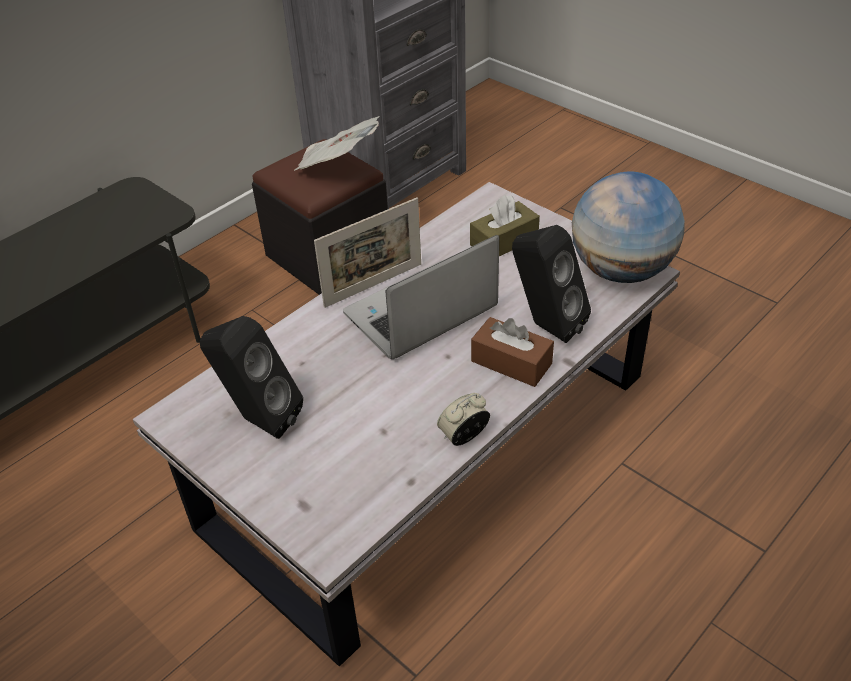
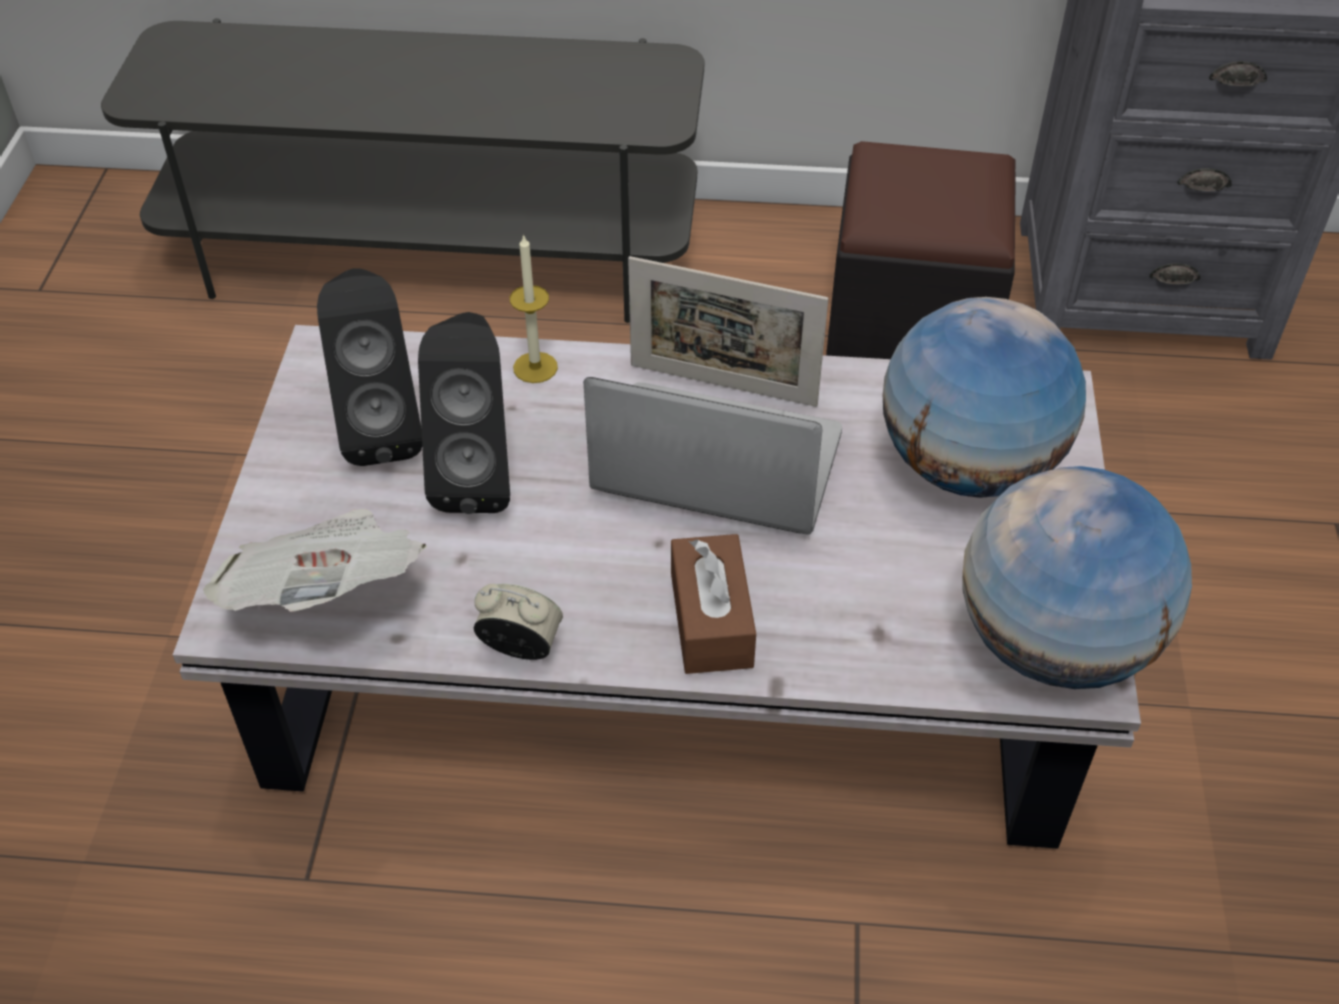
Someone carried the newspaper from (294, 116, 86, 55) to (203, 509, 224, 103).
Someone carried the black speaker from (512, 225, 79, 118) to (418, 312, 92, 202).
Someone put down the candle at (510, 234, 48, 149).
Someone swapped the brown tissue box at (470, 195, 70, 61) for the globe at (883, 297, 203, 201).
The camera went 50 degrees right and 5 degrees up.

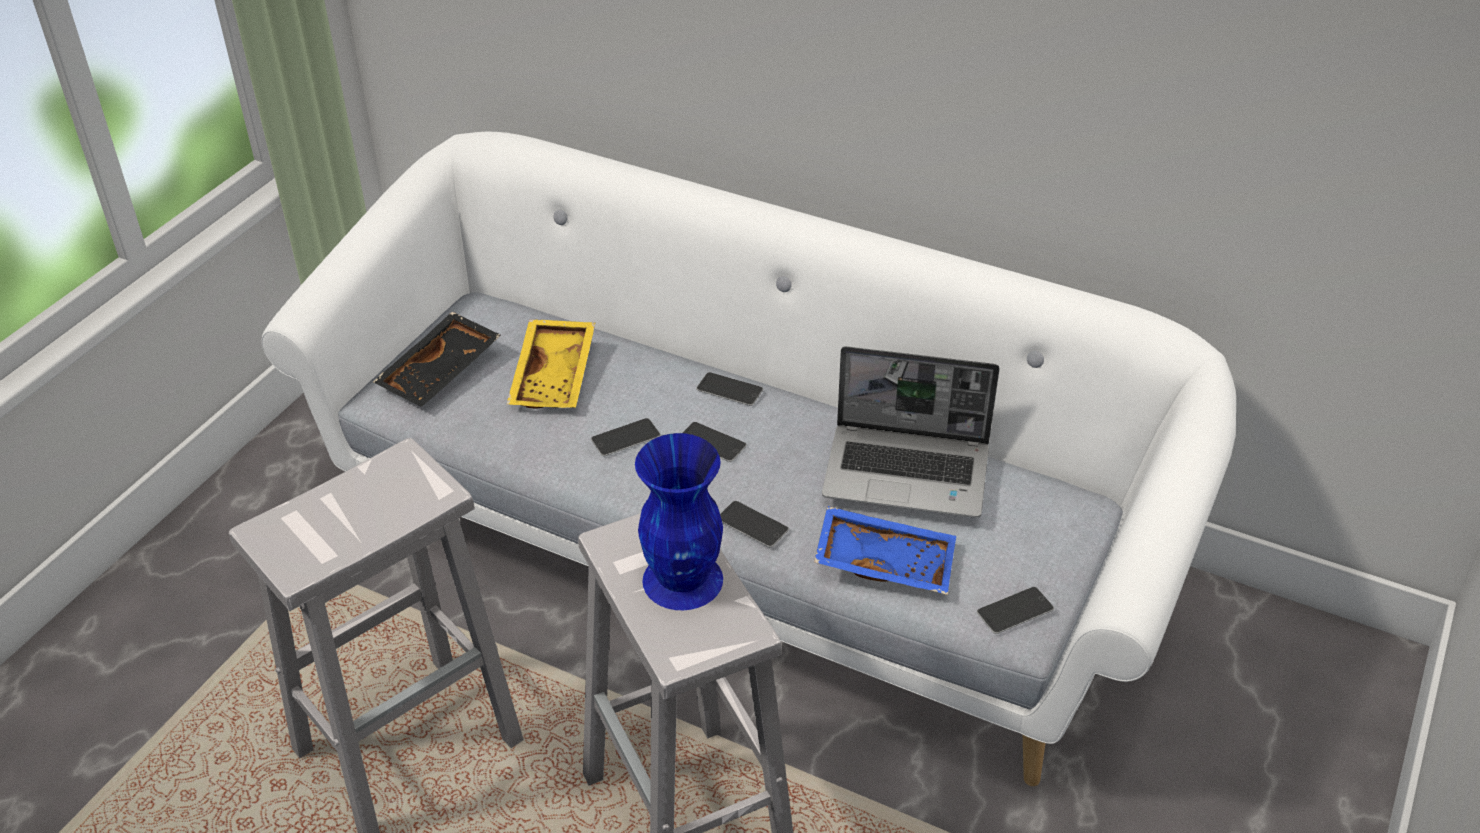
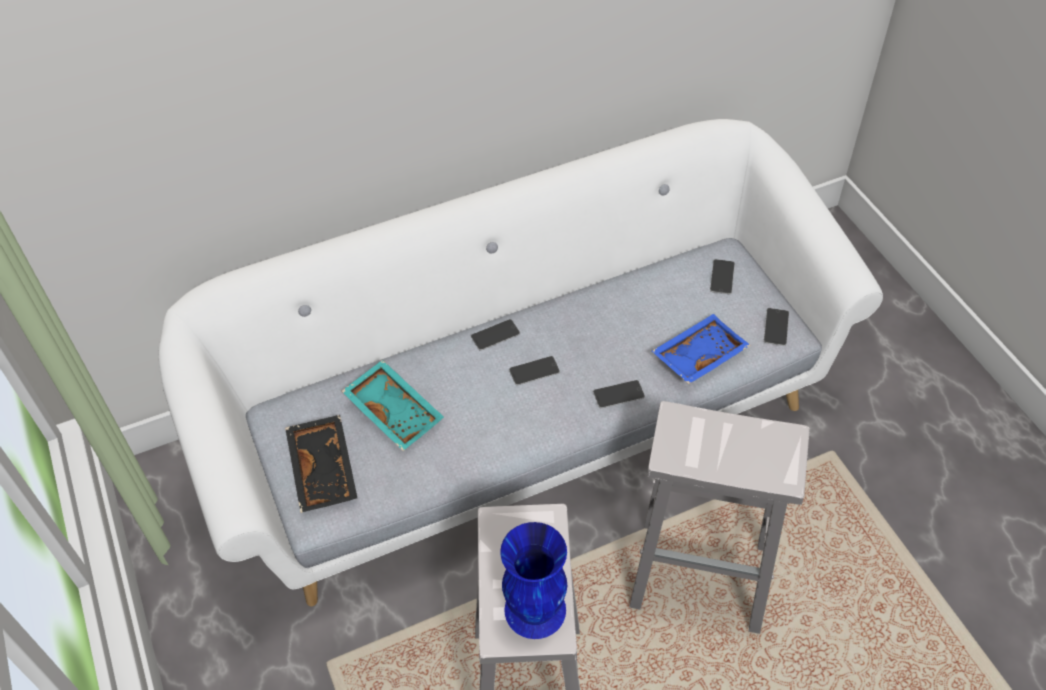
Someone repainted the yellow tray at (506, 319, 89, 90), which became the turquoise tray at (342, 360, 102, 91).
Someone carried the blue vase from (635, 433, 88, 177) to (500, 522, 67, 117).
Someone carried the phone from (591, 418, 70, 38) to (710, 259, 25, 35).
Someone took away the laptop at (822, 346, 178, 172).
The camera went 50 degrees left and 10 degrees up.

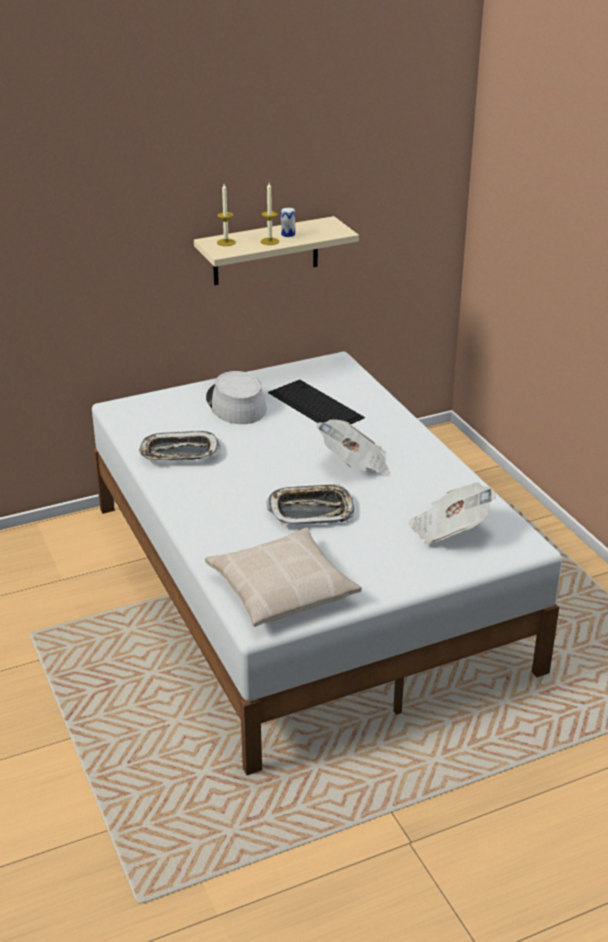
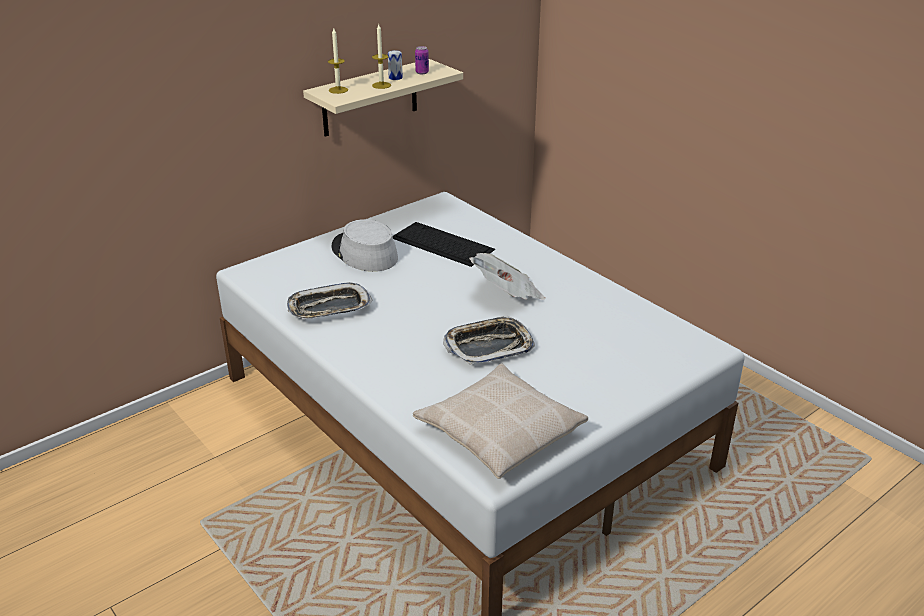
Someone put down the can at (415, 46, 14, 28).
Someone took away the newspaper at (409, 482, 87, 62).
The camera went 15 degrees left and 0 degrees up.

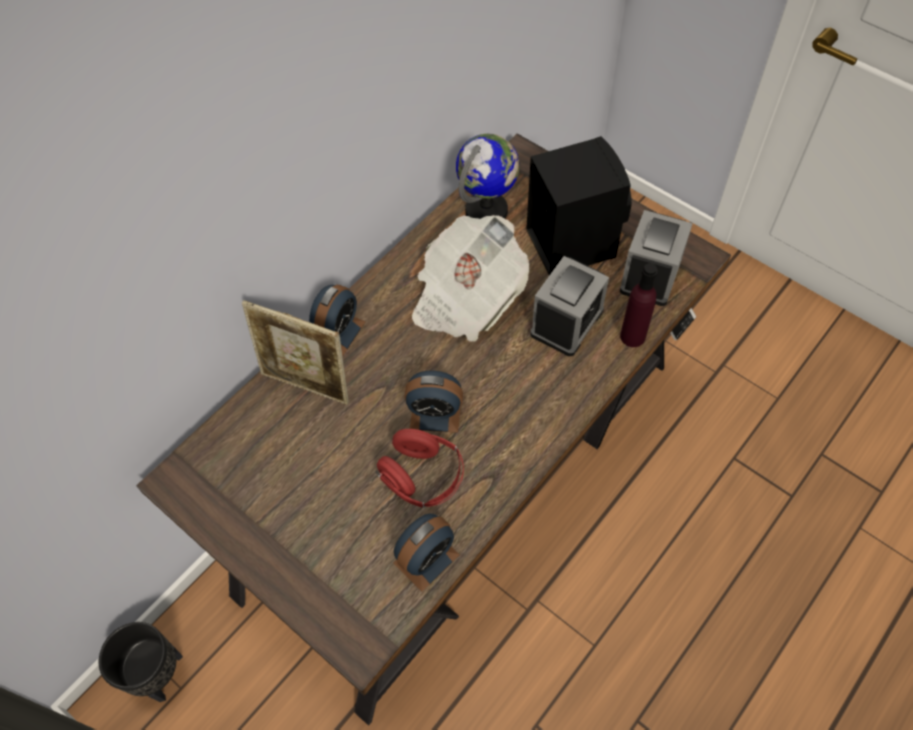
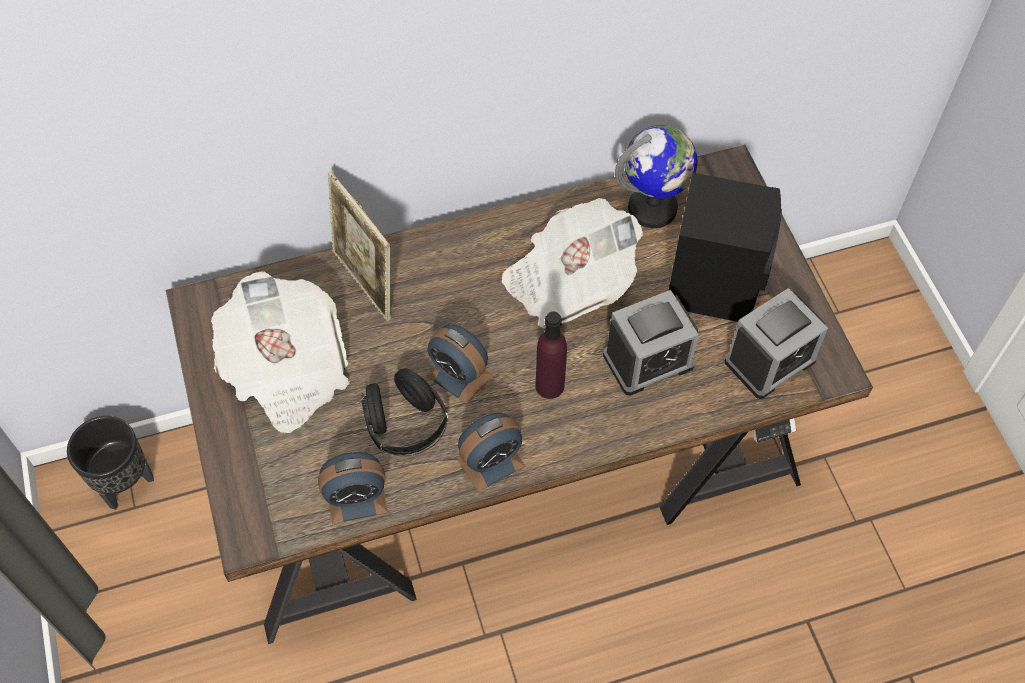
Someone put down the newspaper at (211, 271, 139, 162).
Someone repainted the red headphones at (375, 429, 89, 79), which became the black headphones at (362, 368, 86, 88).
Someone carried the alarm clock from (309, 285, 56, 72) to (456, 412, 69, 80).
Someone carried the purple bottle from (620, 263, 38, 84) to (535, 312, 32, 87).
The camera went 30 degrees right and 0 degrees up.

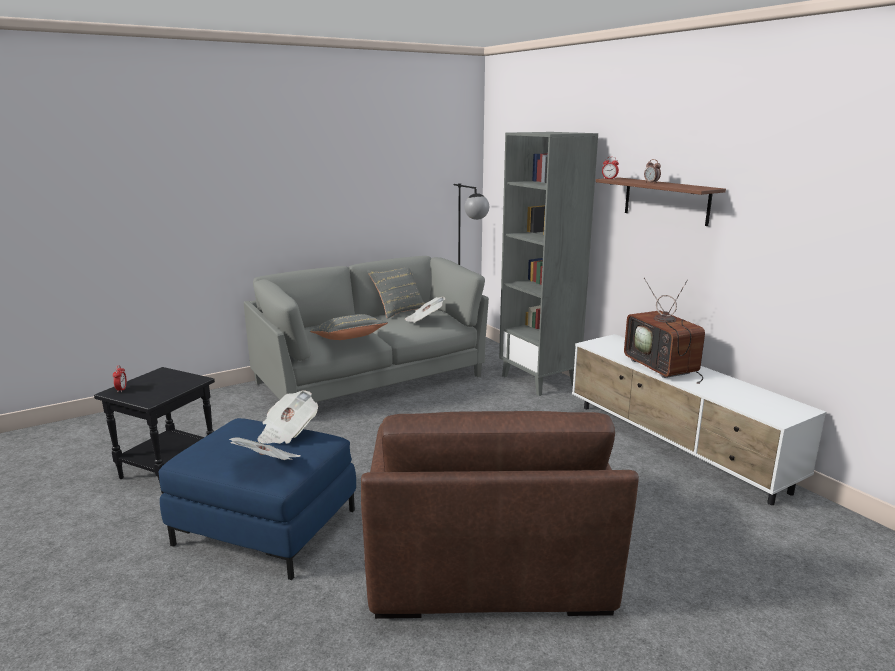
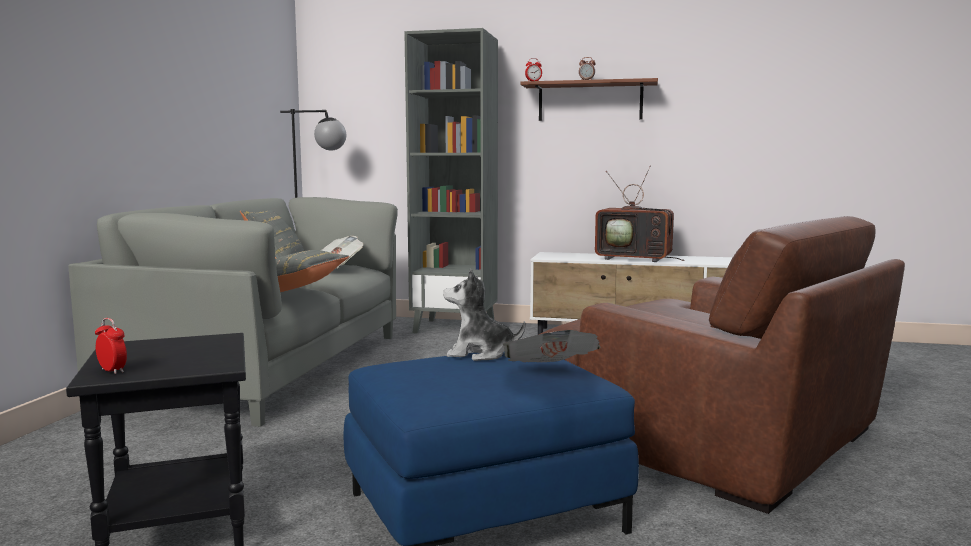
Someone swapped the newspaper at (257, 390, 61, 54) for the plush toy at (443, 269, 82, 92).
The camera went 45 degrees left and 10 degrees down.

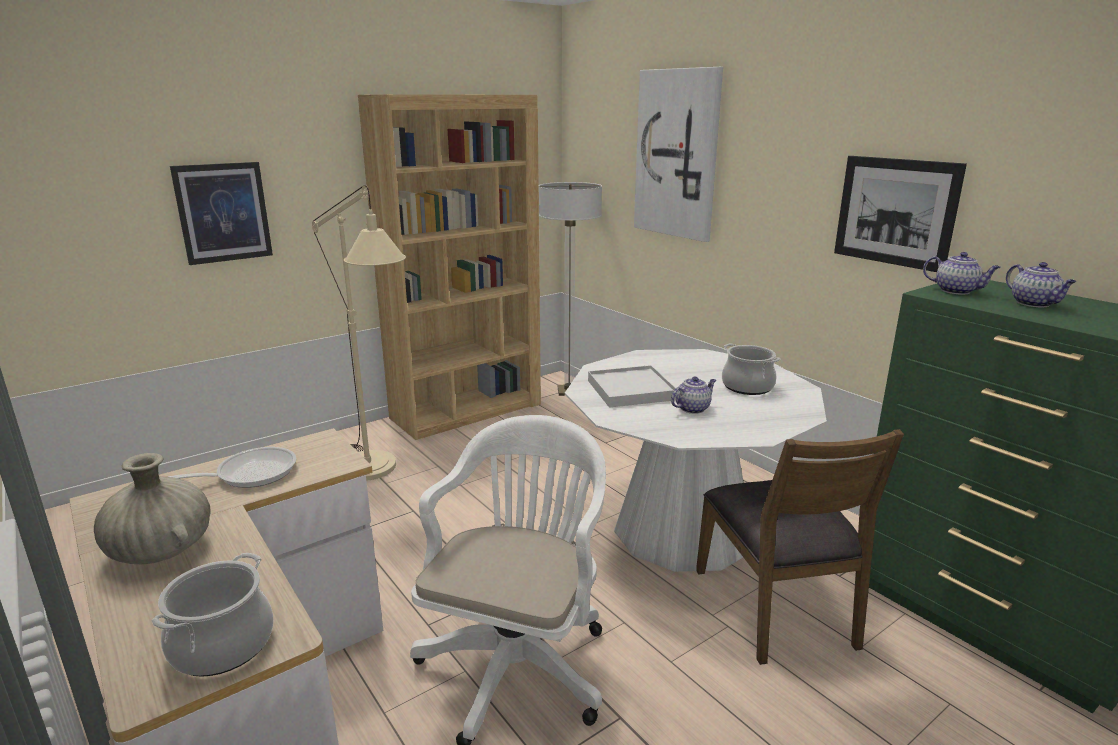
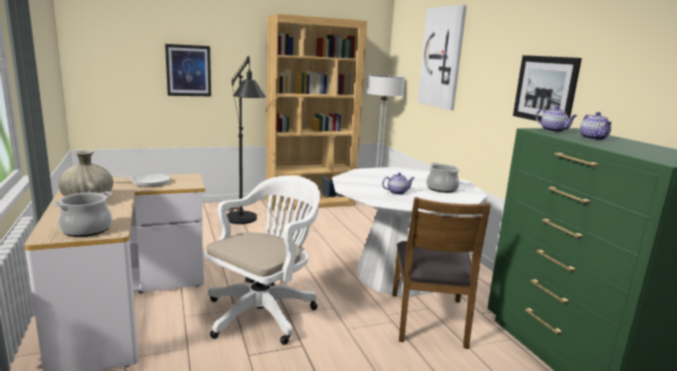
Someone repainted the beige floor lamp at (312, 185, 94, 296), which became the black floor lamp at (227, 56, 39, 168).
Someone took away the white tray at (588, 365, 88, 43).
The camera went 15 degrees right and 5 degrees down.

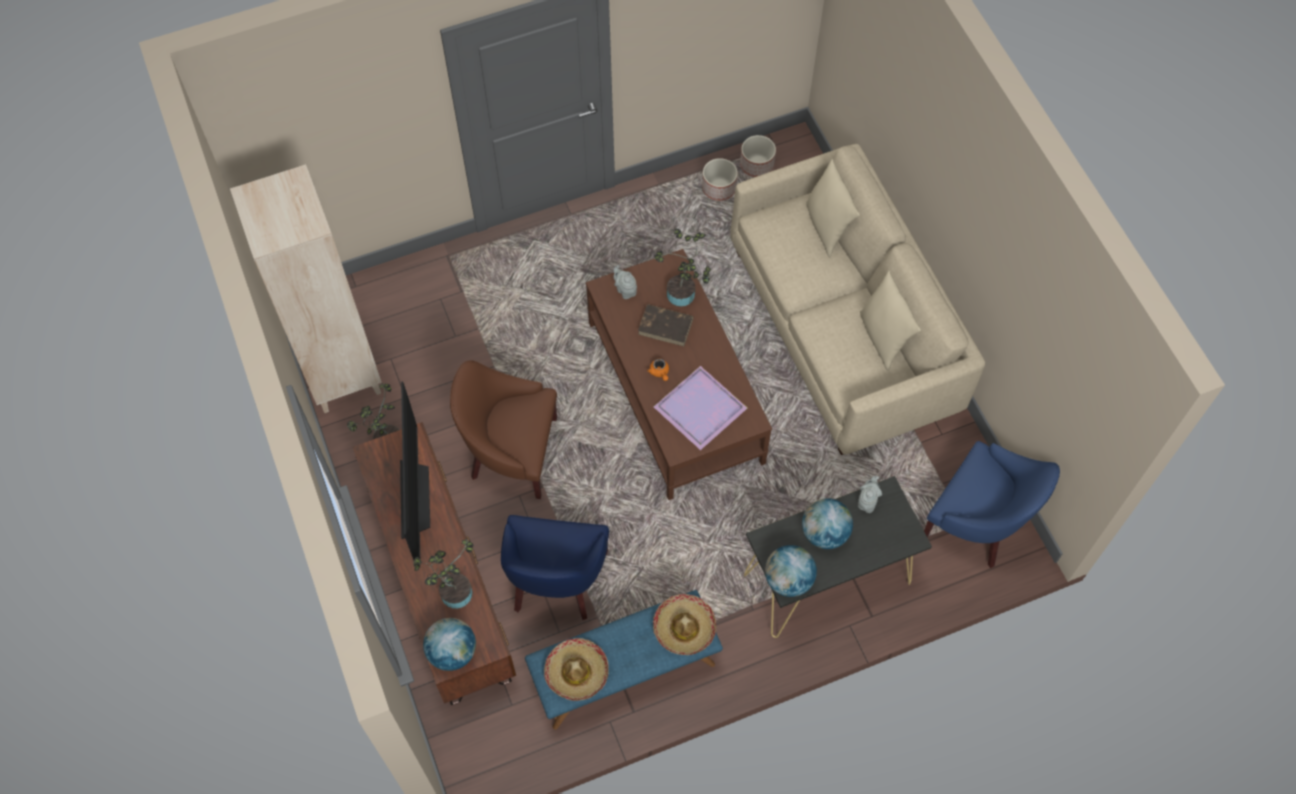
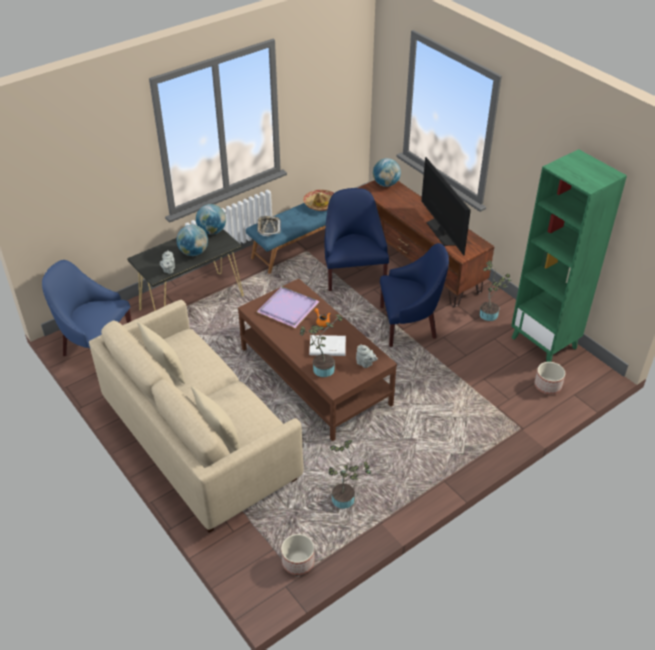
Someone swapped the hat at (653, 594, 63, 61) for the tray at (257, 216, 24, 20).
Someone repainted the brown book at (638, 304, 56, 42), which became the white book at (309, 335, 37, 21).
Someone carried the potted plant from (413, 539, 61, 70) to (329, 440, 42, 69).
Someone repainted the brown armchair at (450, 360, 107, 139), which became the blue armchair at (380, 243, 69, 104).
Someone repainted the beige bookcase at (230, 164, 152, 249), which became the green bookcase at (511, 149, 116, 213).
Someone carried the planter from (702, 158, 36, 43) to (535, 362, 30, 32).
The camera went 165 degrees right and 20 degrees down.

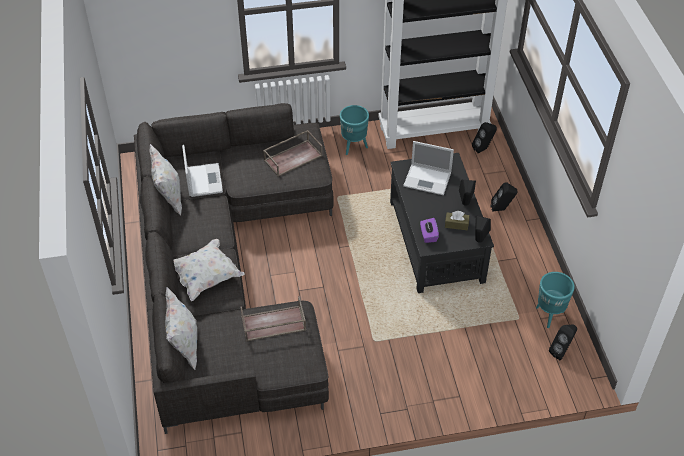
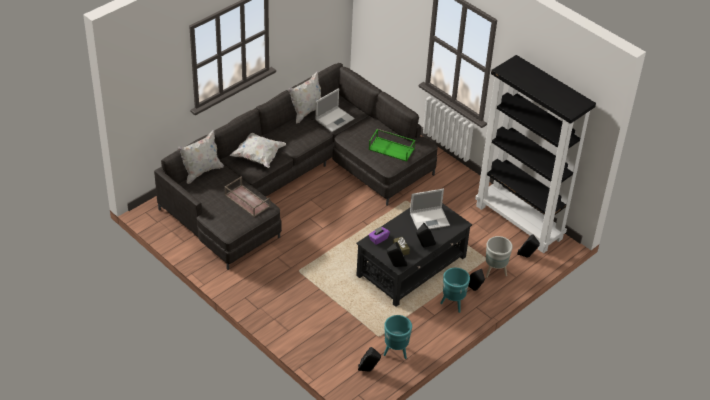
Someone repainted the brown tray at (263, 130, 60, 47), which became the green tray at (369, 129, 46, 33).
Someone rotated the laptop at (403, 141, 51, 54) by 90 degrees counterclockwise.
Someone carried the turquoise planter from (340, 105, 29, 50) to (440, 268, 30, 45).
Someone put down the grey planter at (486, 236, 27, 42).
The camera went 55 degrees right and 5 degrees down.

